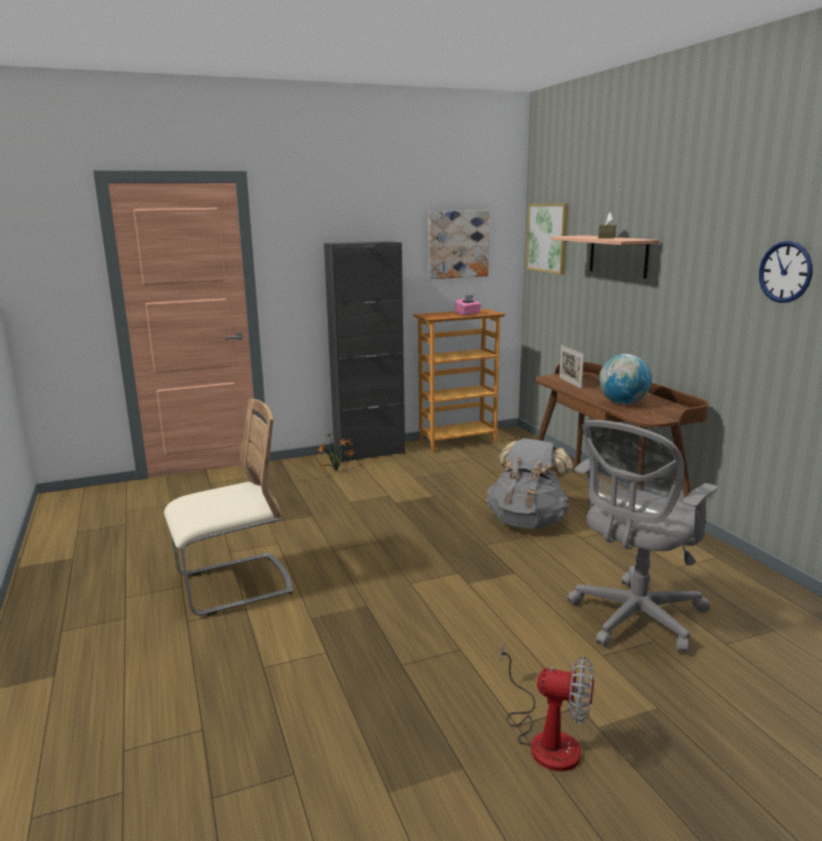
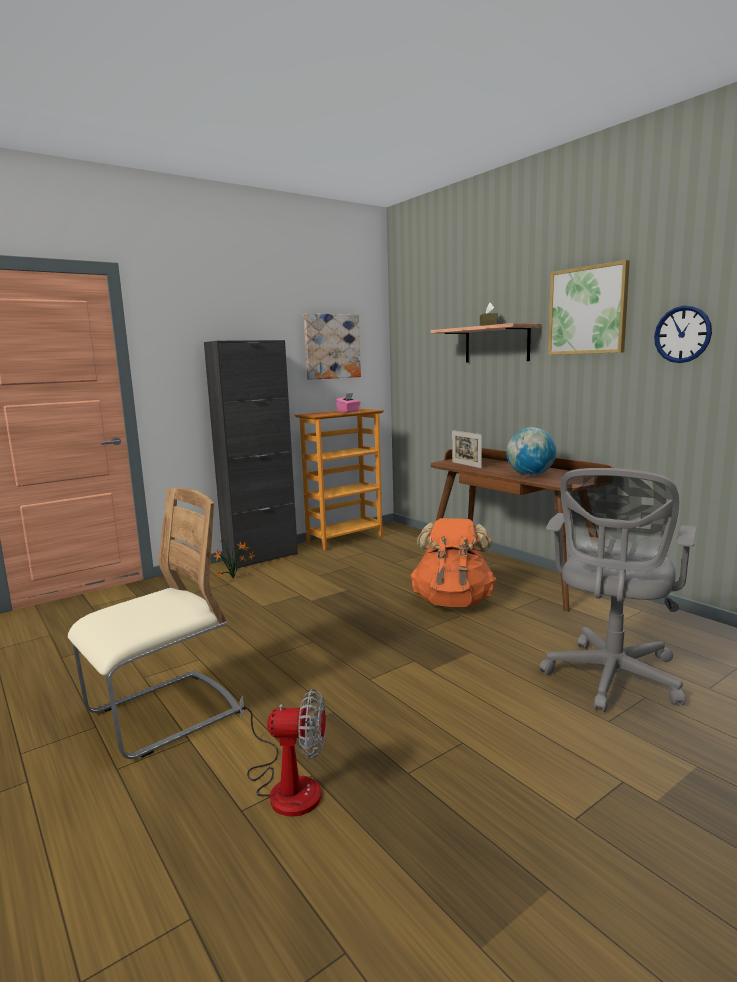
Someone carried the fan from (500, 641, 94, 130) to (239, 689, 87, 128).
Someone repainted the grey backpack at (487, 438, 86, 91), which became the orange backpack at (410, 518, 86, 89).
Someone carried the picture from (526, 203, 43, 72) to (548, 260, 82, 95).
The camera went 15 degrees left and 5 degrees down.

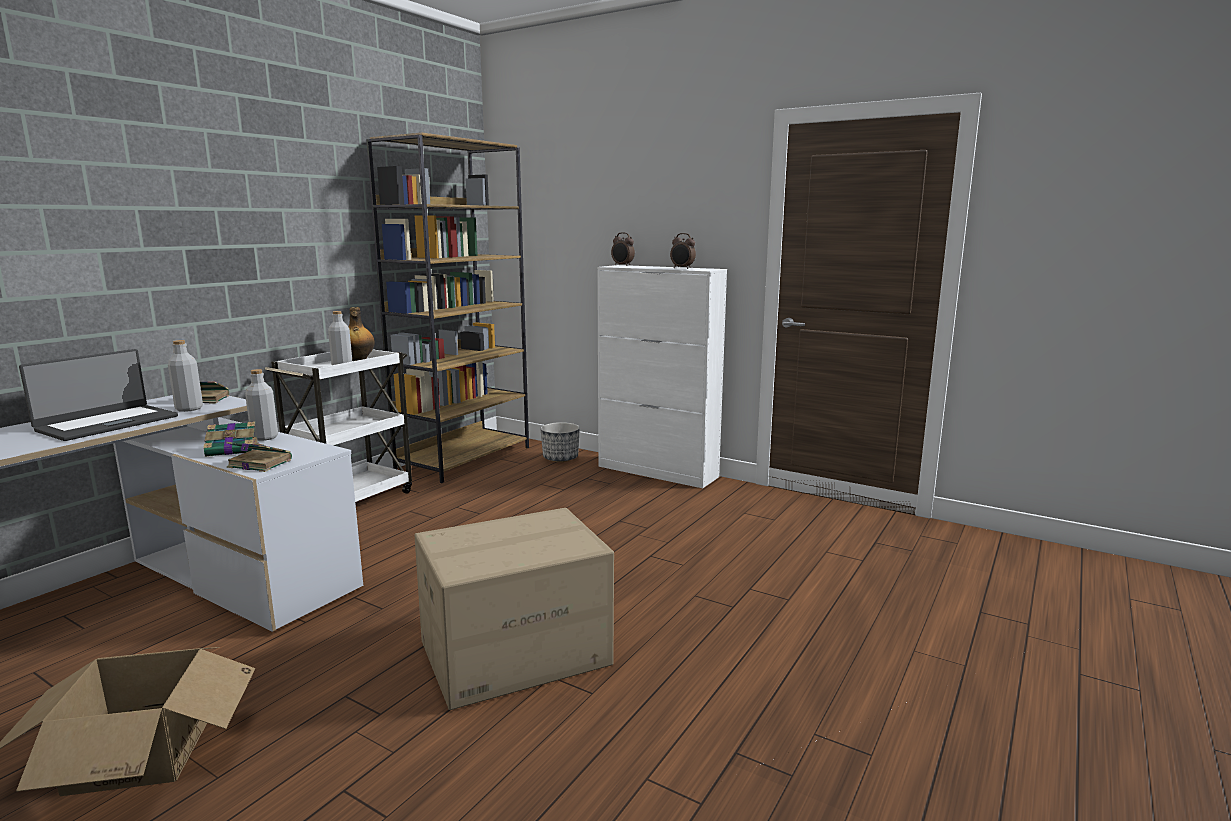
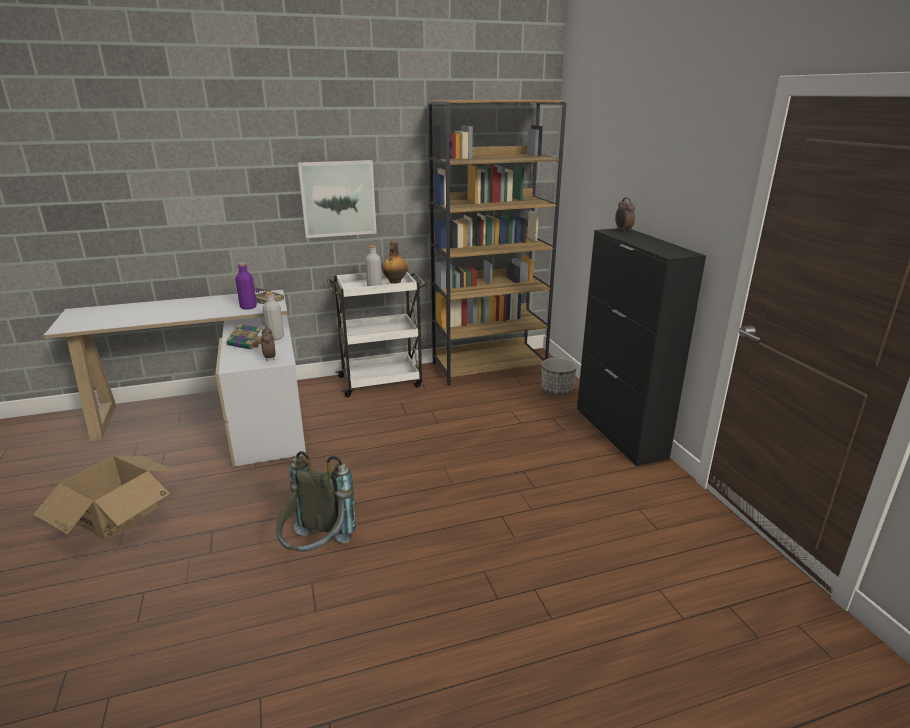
Someone repainted the grey bottle at (168, 340, 35, 72), which became the purple bottle at (236, 263, 21, 47).
Someone carried the alarm clock from (670, 233, 26, 36) to (261, 325, 15, 35).
Someone swapped the cardboard box at (414, 508, 200, 202) for the grey backpack at (276, 451, 80, 101).
Someone put up the picture at (298, 160, 79, 78).
Someone repainted the white cabinet at (597, 265, 130, 223), which became the black cabinet at (577, 228, 129, 238).
Someone took away the laptop at (19, 349, 159, 92).
Someone took away the book at (226, 442, 66, 30).
The camera went 40 degrees right and 10 degrees up.

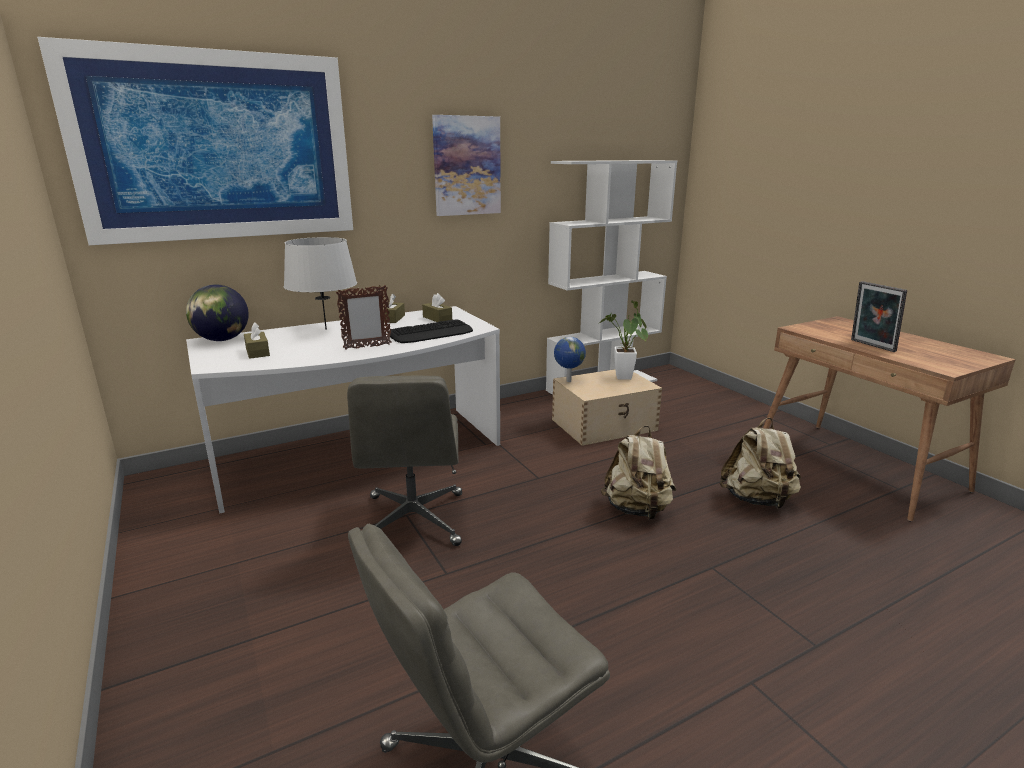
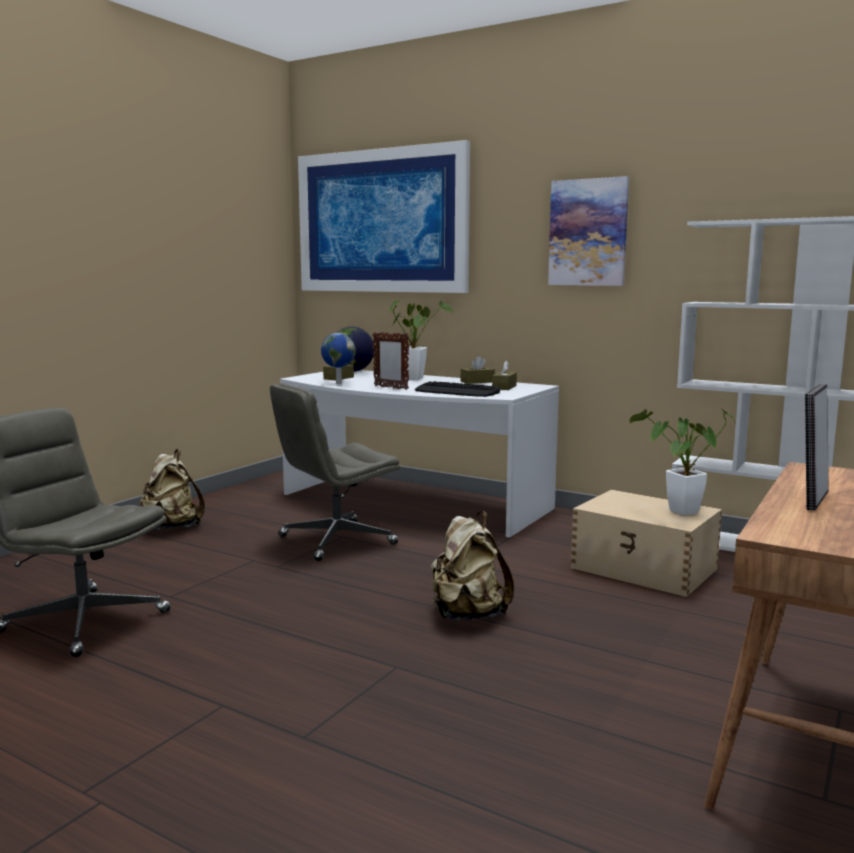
Someone carried the beige backpack from (720, 418, 81, 91) to (139, 449, 66, 81).
Someone carried the globe from (554, 337, 32, 45) to (321, 333, 35, 51).
Someone swapped the grey table lamp at (284, 237, 73, 93) for the potted plant at (390, 300, 63, 80).
The camera went 60 degrees right and 10 degrees down.

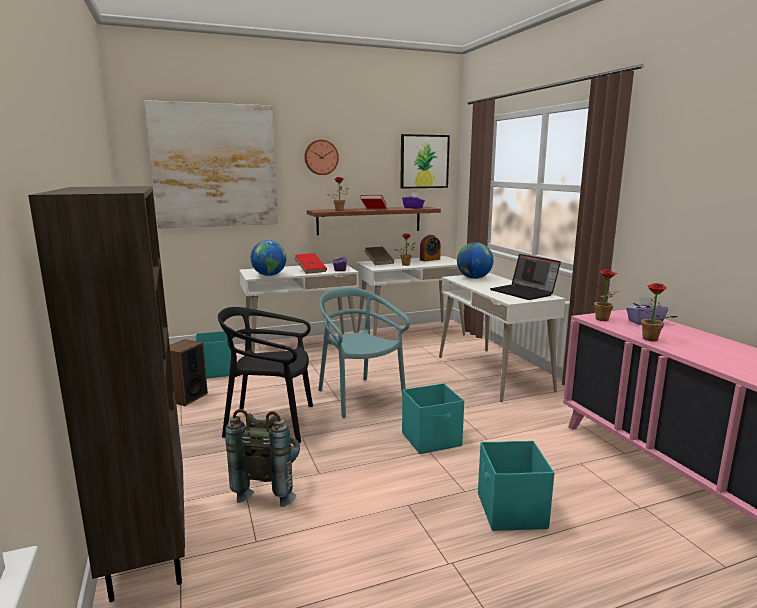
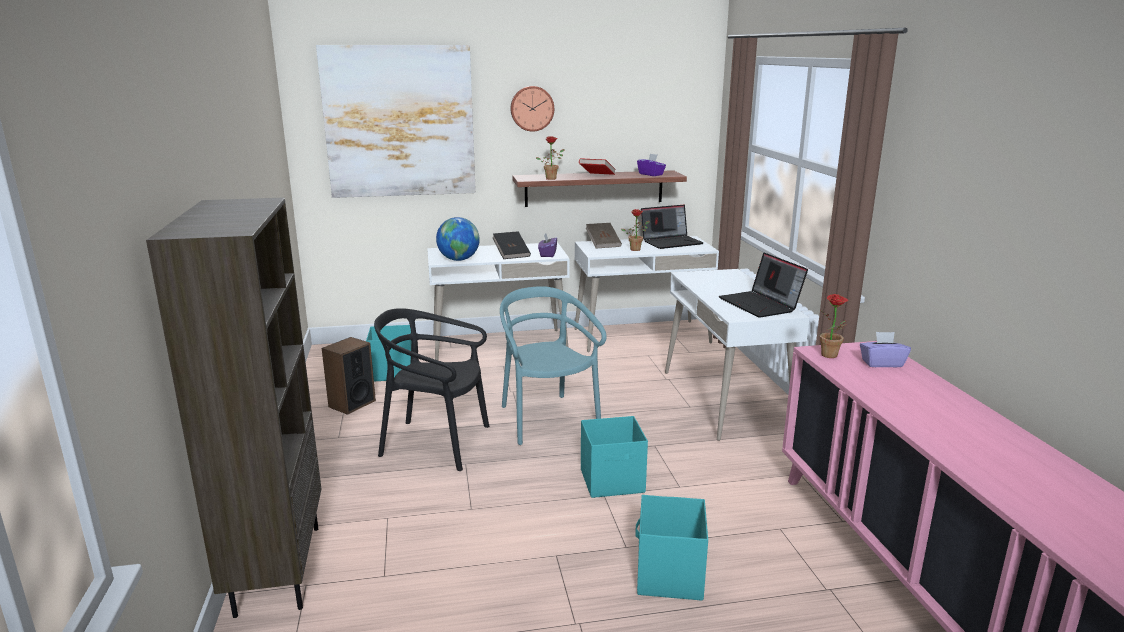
Someone repainted the red book at (294, 253, 33, 21), which became the black book at (493, 231, 38, 28).
Someone swapped the alarm clock at (420, 235, 21, 26) for the laptop at (641, 205, 63, 44).
Someone took away the grey backpack at (225, 409, 75, 98).
Someone took away the picture at (400, 134, 50, 55).
Someone took away the globe at (457, 242, 37, 37).
Someone took away the potted plant at (633, 283, 45, 58).
The camera went 10 degrees right and 5 degrees up.

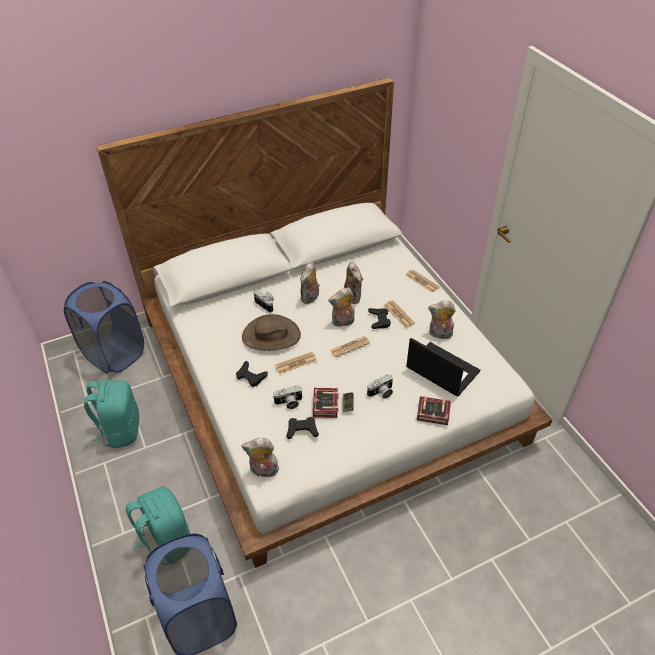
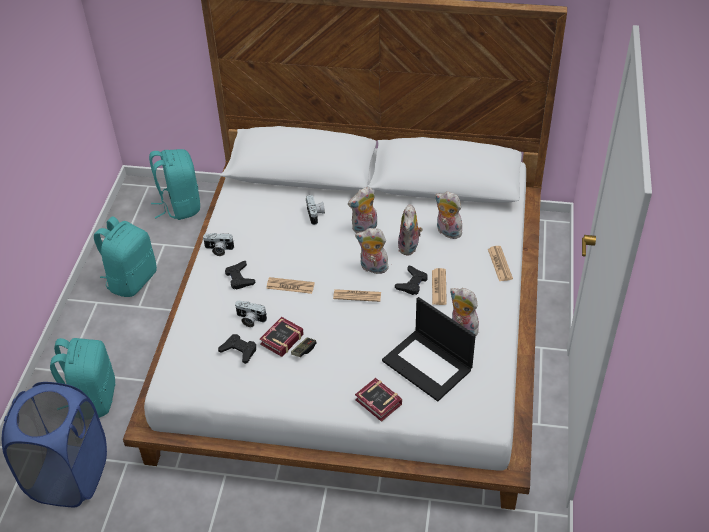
Someone swapped the blue laundry basket at (64, 281, 80, 93) for the turquoise backpack at (149, 149, 51, 71).
Someone carried the photo camera from (367, 374, 26, 24) to (203, 233, 31, 23).
Someone rotated the laptop at (406, 338, 74, 58) by 150 degrees clockwise.
Someone carried the plush toy from (241, 438, 38, 42) to (435, 191, 27, 48).
Someone took away the brown hat at (242, 314, 59, 36).
The camera went 35 degrees right and 0 degrees up.

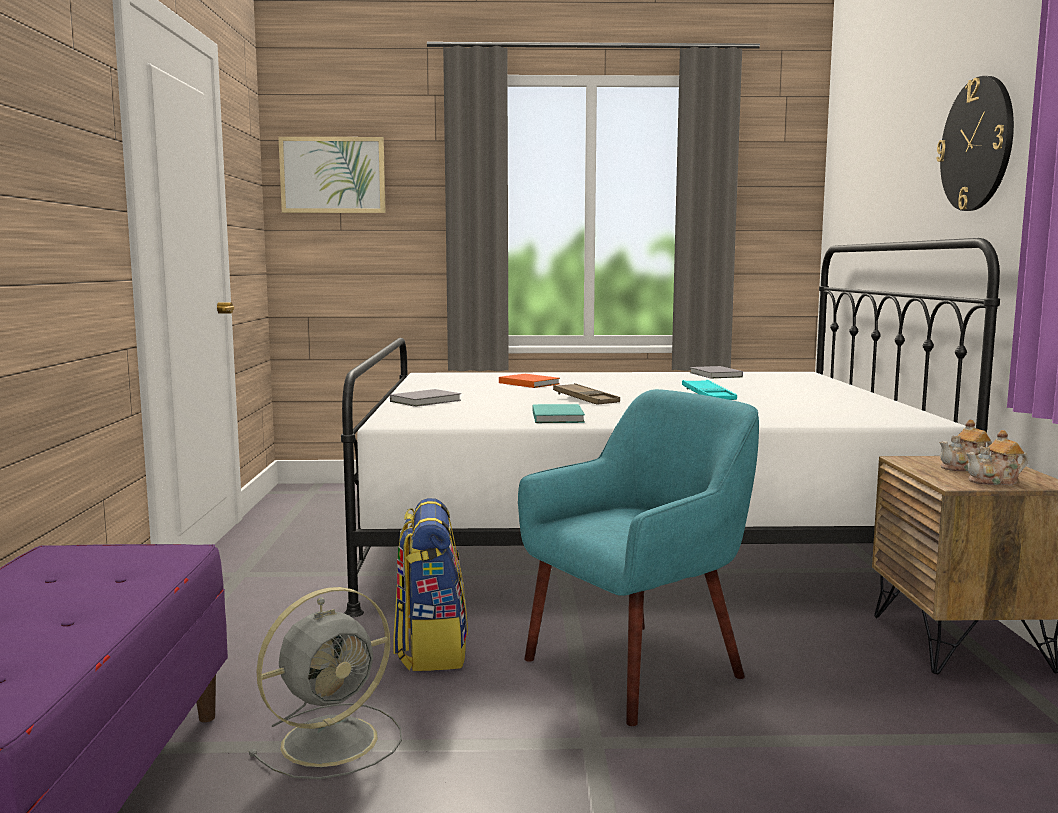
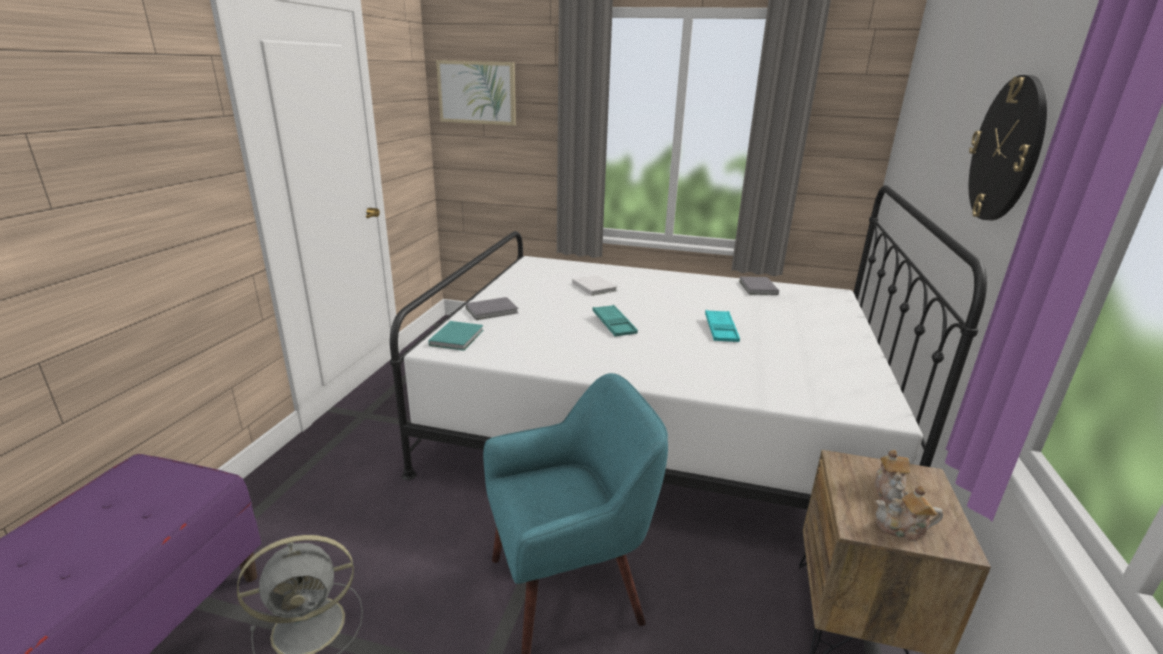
Someone carried the turquoise book from (532, 404, 53, 19) to (429, 321, 55, 30).
Someone repainted the orange book at (499, 374, 61, 14), which became the white book at (572, 275, 46, 21).
Someone repainted the brown tray at (553, 383, 67, 21), which became the turquoise tray at (593, 305, 45, 32).
Someone rotated the teapot at (939, 420, 53, 51) by 75 degrees counterclockwise.
Someone took away the backpack at (393, 498, 75, 173).
The camera went 15 degrees right and 15 degrees up.

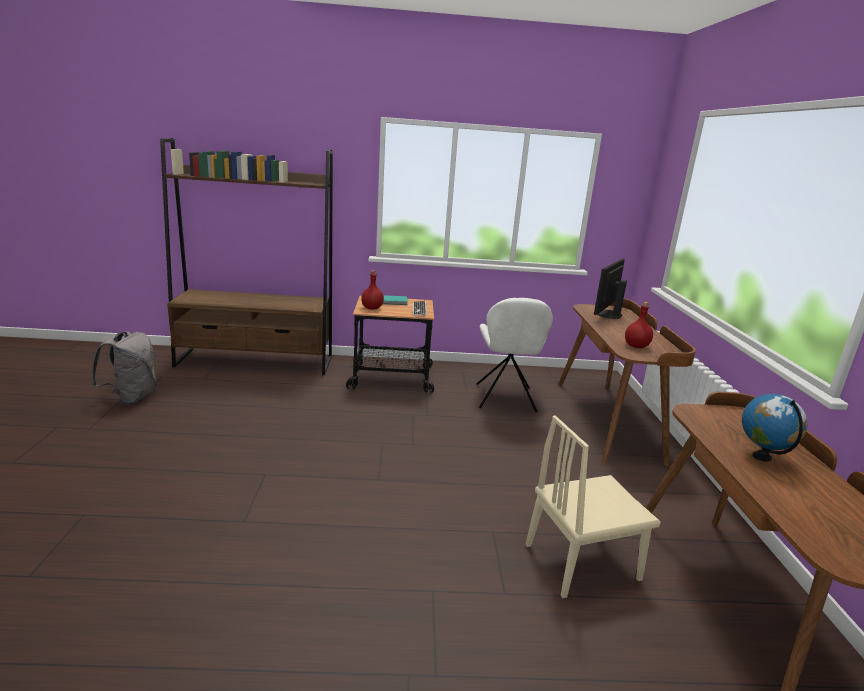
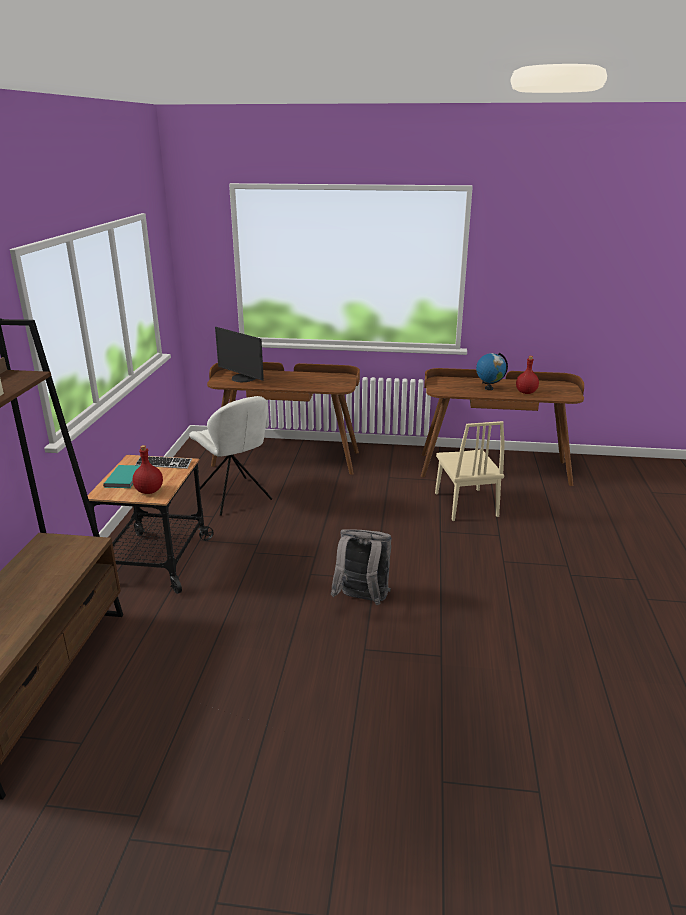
Someone rotated the white chair at (476, 298, 77, 115) by 45 degrees clockwise.
Someone carried the grey backpack from (91, 332, 66, 73) to (331, 529, 61, 76).
Someone carried the red bottle from (625, 302, 28, 46) to (516, 356, 23, 38).
The camera went 80 degrees left and 5 degrees up.

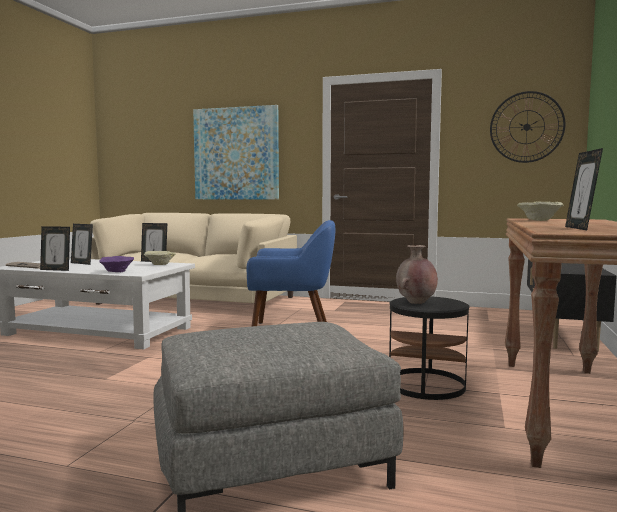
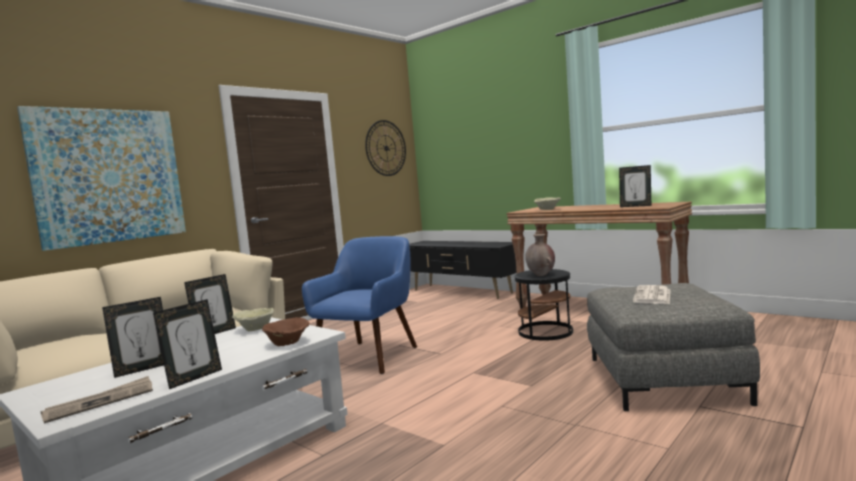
Someone repainted the purple bowl at (99, 256, 35, 16), which became the brown bowl at (262, 317, 47, 29).
Someone put down the newspaper at (633, 285, 38, 19).
The camera went 65 degrees left and 0 degrees up.

